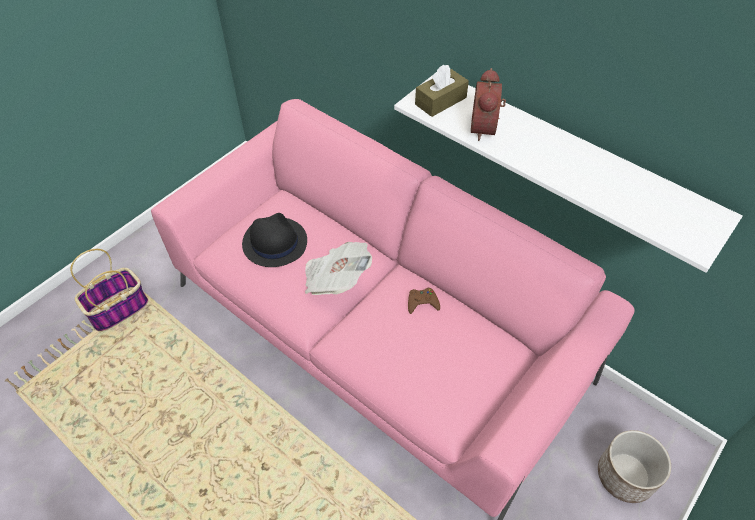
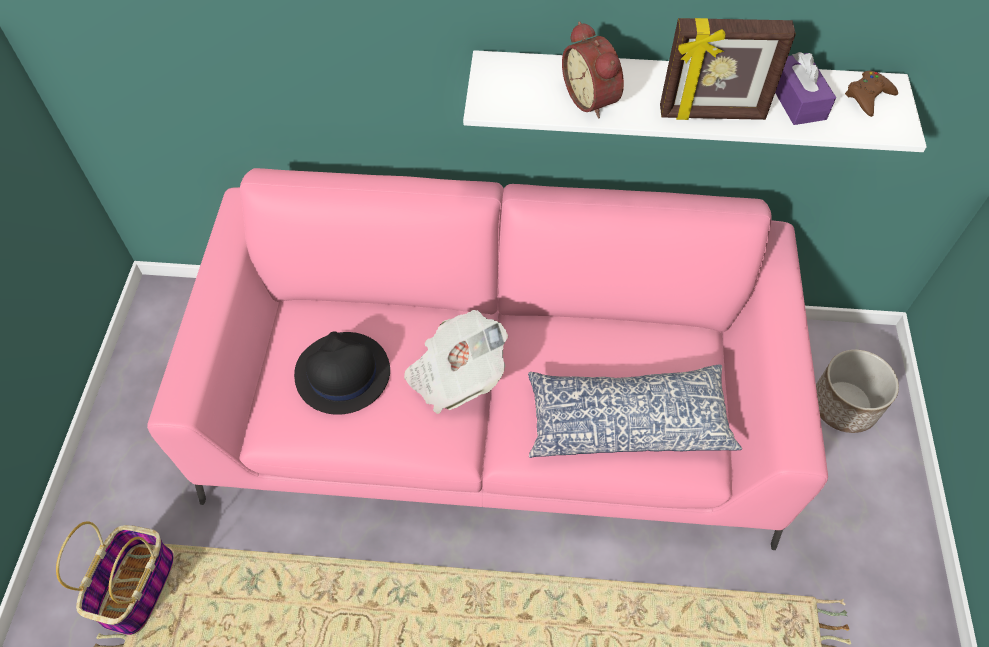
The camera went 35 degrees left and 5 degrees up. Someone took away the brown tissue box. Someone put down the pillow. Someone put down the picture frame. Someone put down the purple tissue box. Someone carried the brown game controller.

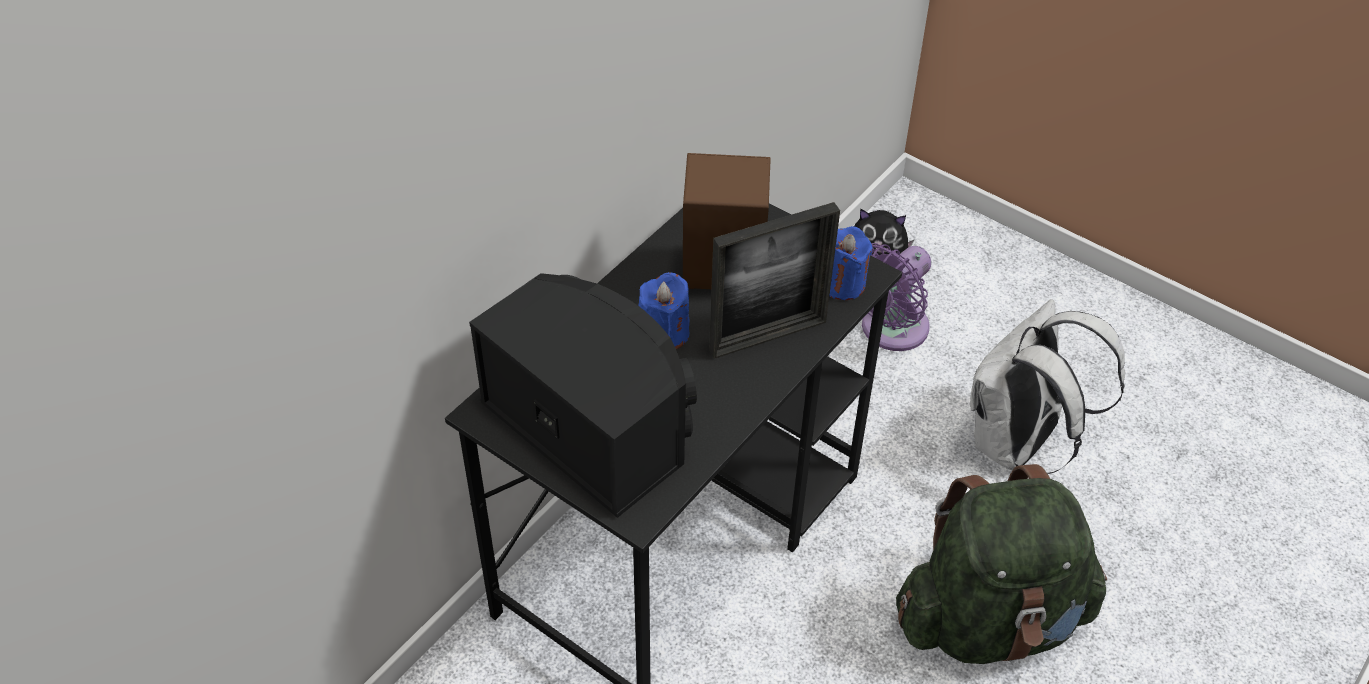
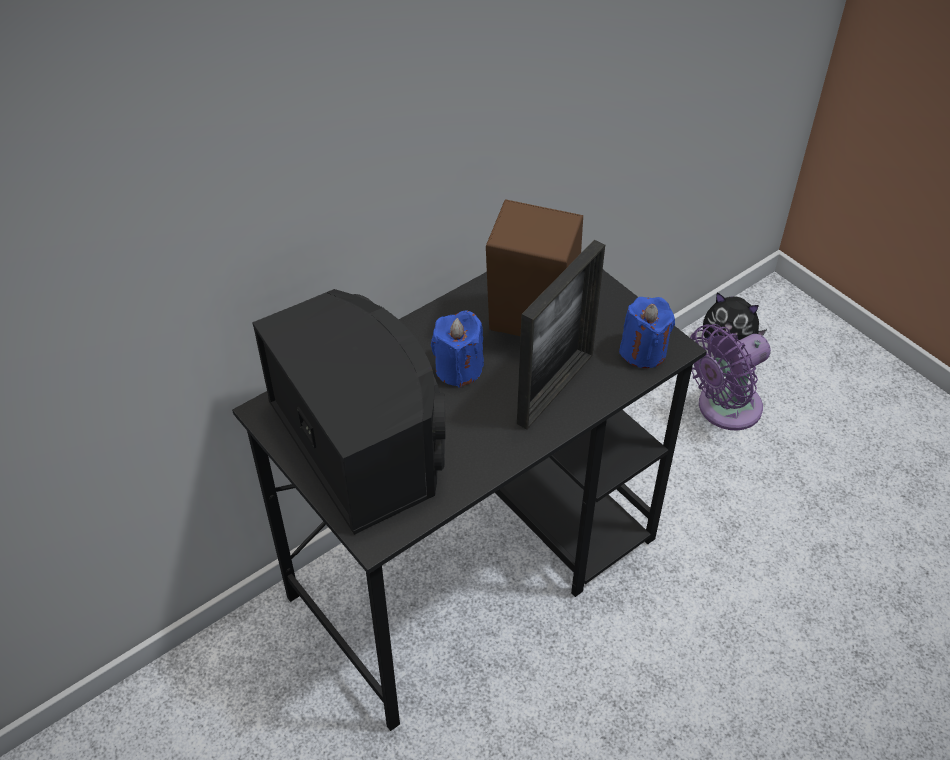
The camera went 15 degrees right and 0 degrees up. Someone took away the green backpack. Someone took away the white backpack. Someone rotated the picture frame by 45 degrees counterclockwise.

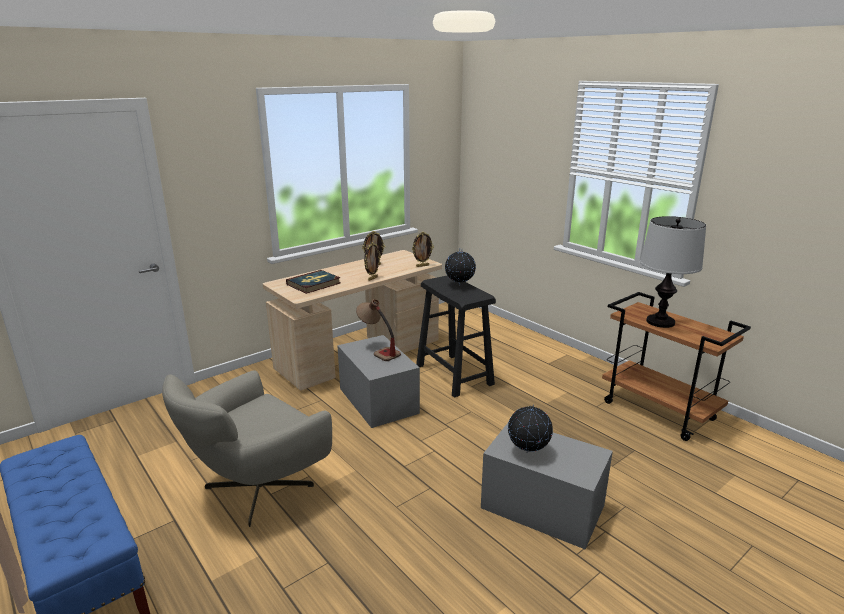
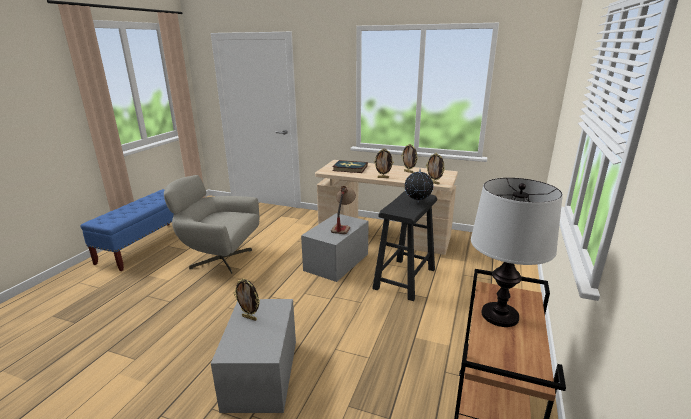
The camera went 60 degrees right and 0 degrees up. Someone swapped the globe (2nd from left) for the picture frame (1st from left).

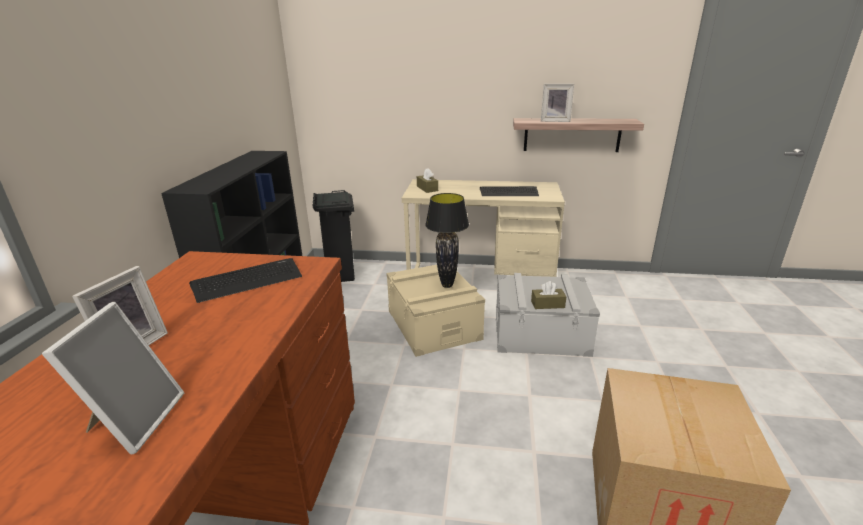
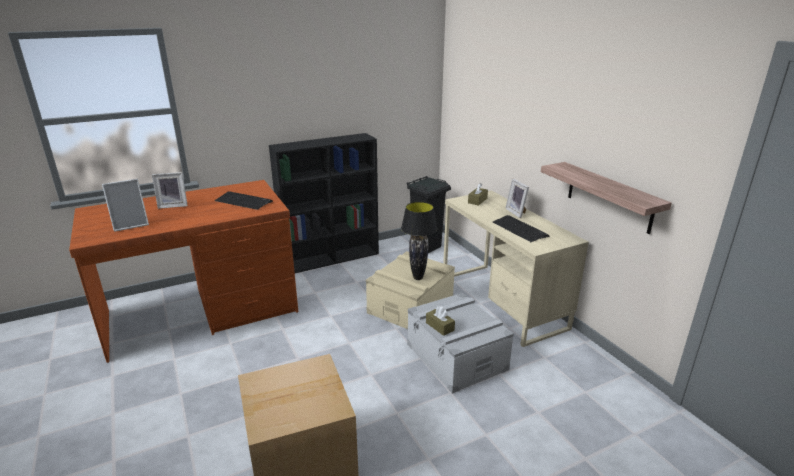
The camera went 55 degrees right and 0 degrees up. Someone carried the picture frame (3rd from left).

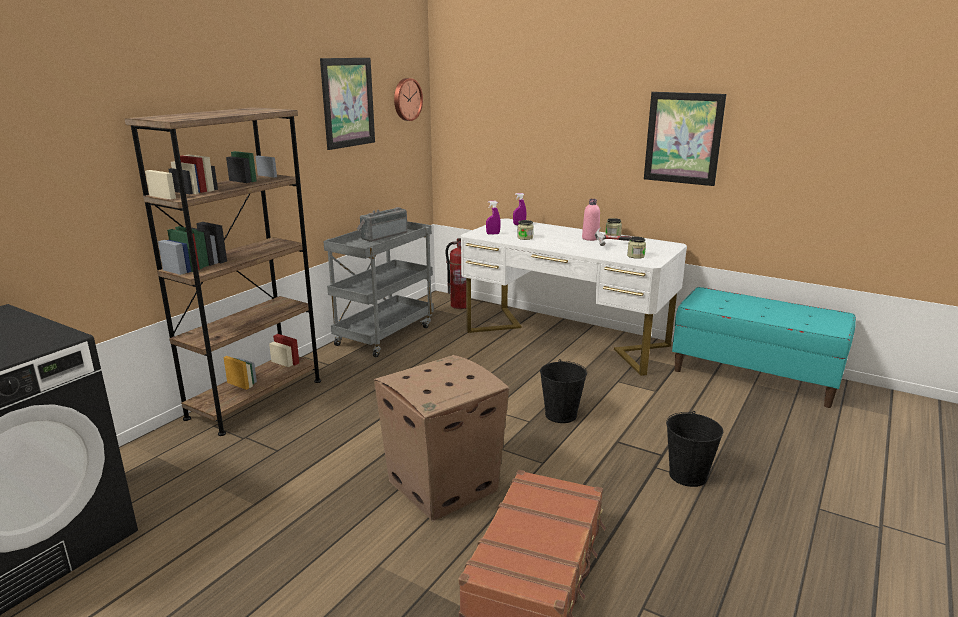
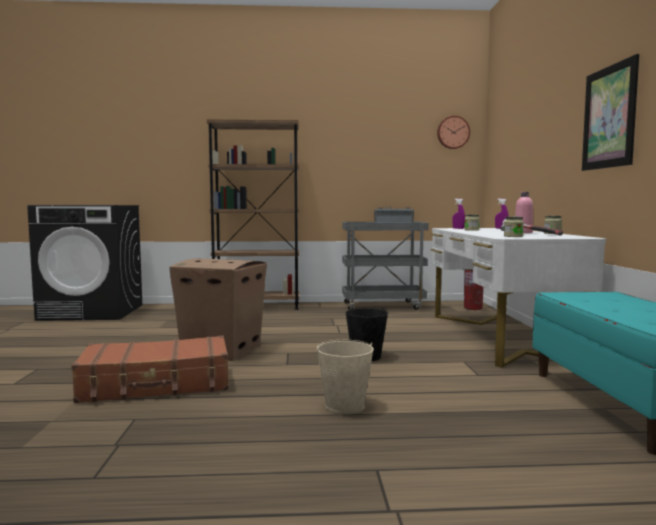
The camera went 55 degrees right and 15 degrees down. Someone took away the picture (1st from left). Someone repainted the black bucket (2nd from left), which became the beige bucket.

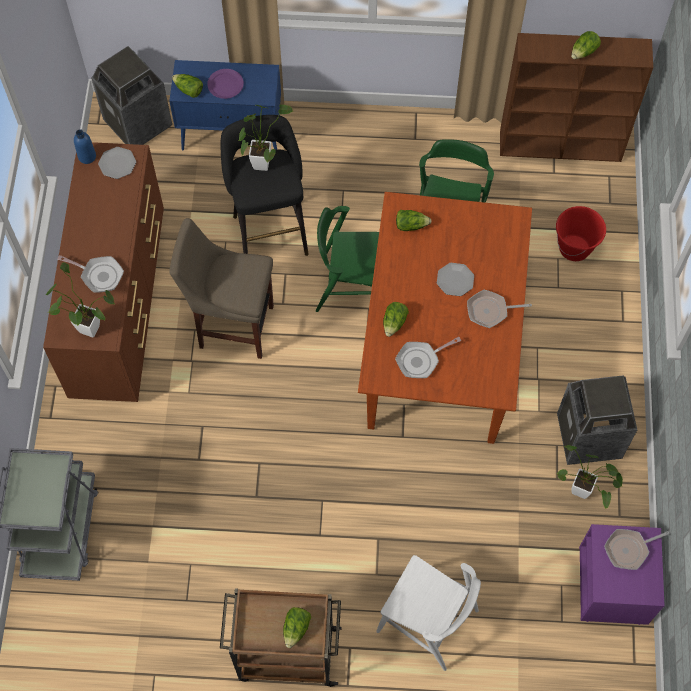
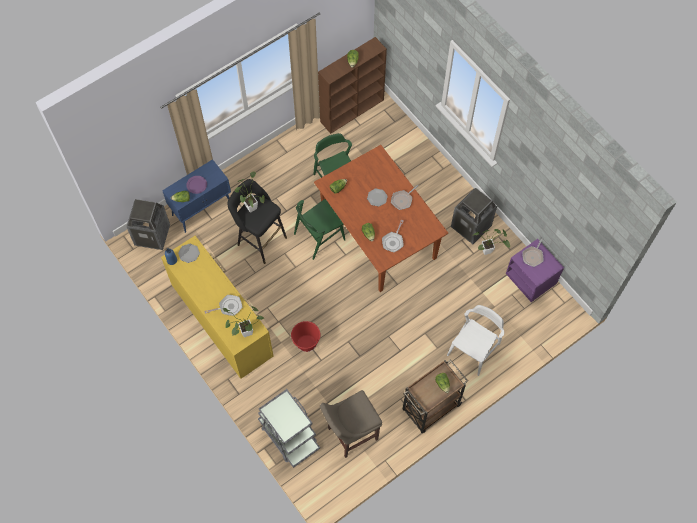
The camera went 40 degrees left and 0 degrees up. Someone carried the beige stool. Someone carried the red bucket. Someone repainted the brown dresser, which became the yellow dresser. Someone rotated the white chair by 45 degrees counterclockwise.

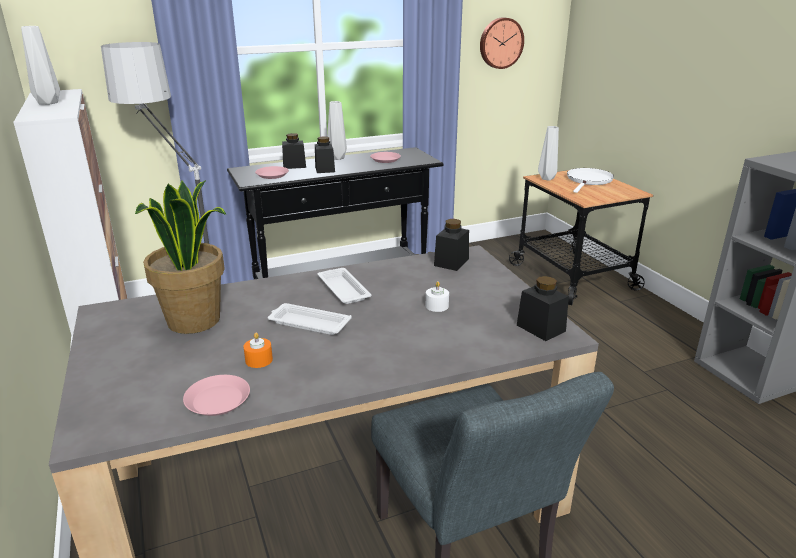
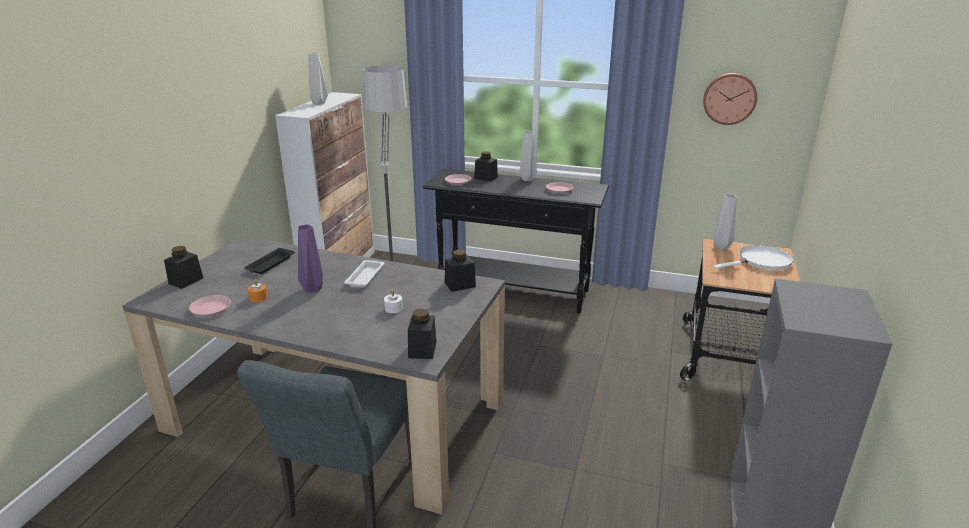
The camera went 40 degrees right and 0 degrees up. Someone carried the black jar (2nd from left in the first image). Someone swapped the potted plant for the black tray. Someone swapped the white tray (1st from left) for the purple vase.

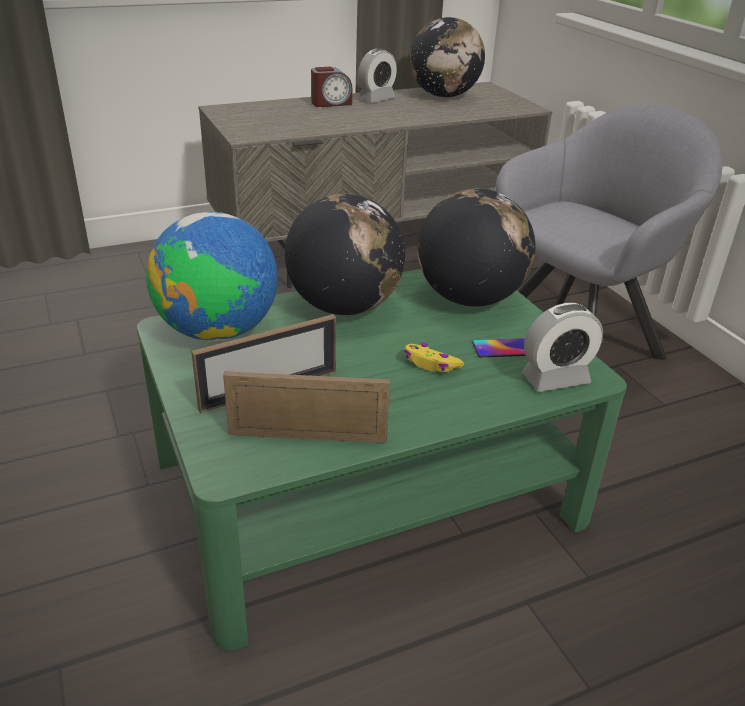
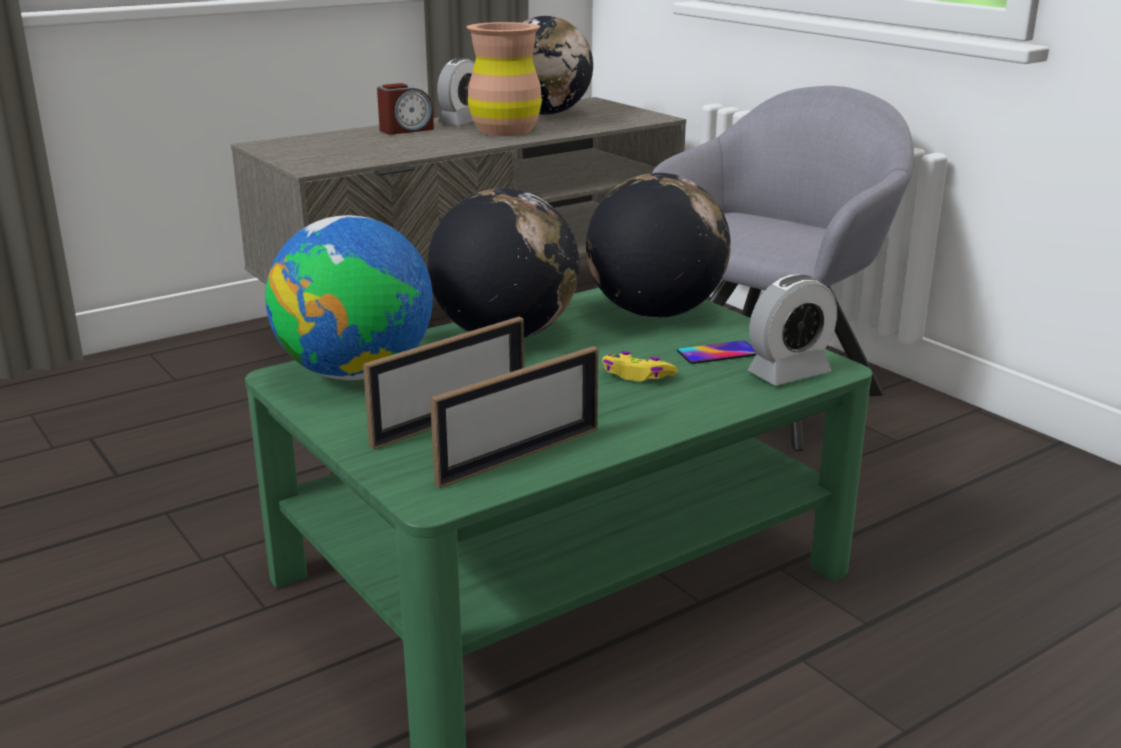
The camera went 10 degrees left and 10 degrees down. Someone put down the brown vase. Someone rotated the picture frame (2nd from left) by 150 degrees clockwise.

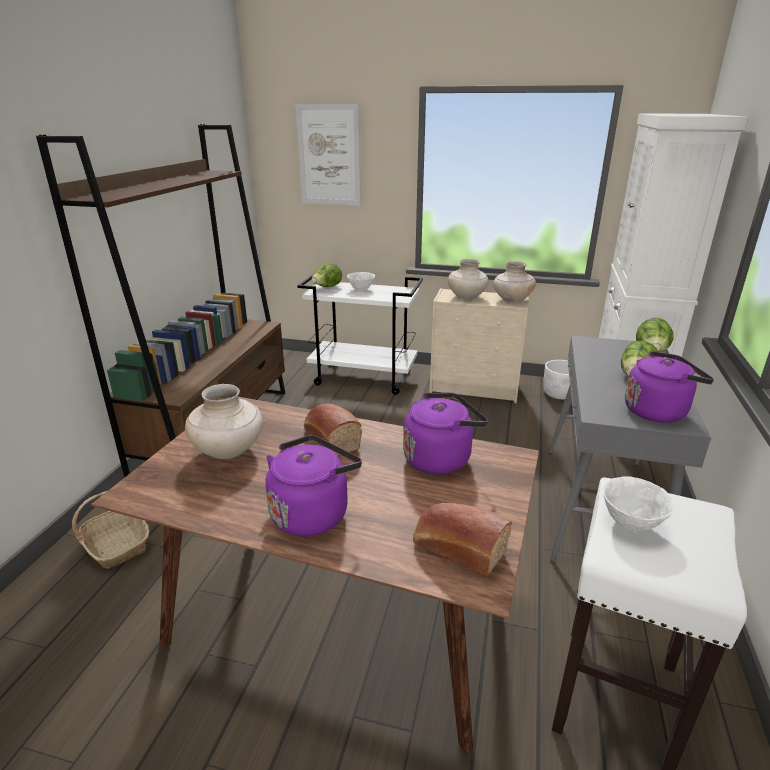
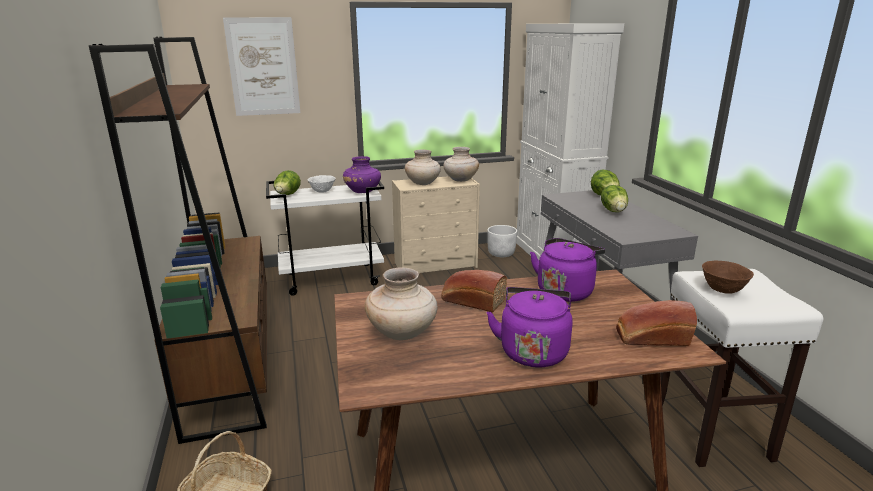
The camera went 30 degrees left and 5 degrees down. Someone took away the purple kettle (3rd from left). Someone put down the purple vase. Someone repainted the white bowl (2nd from left), which became the brown bowl.

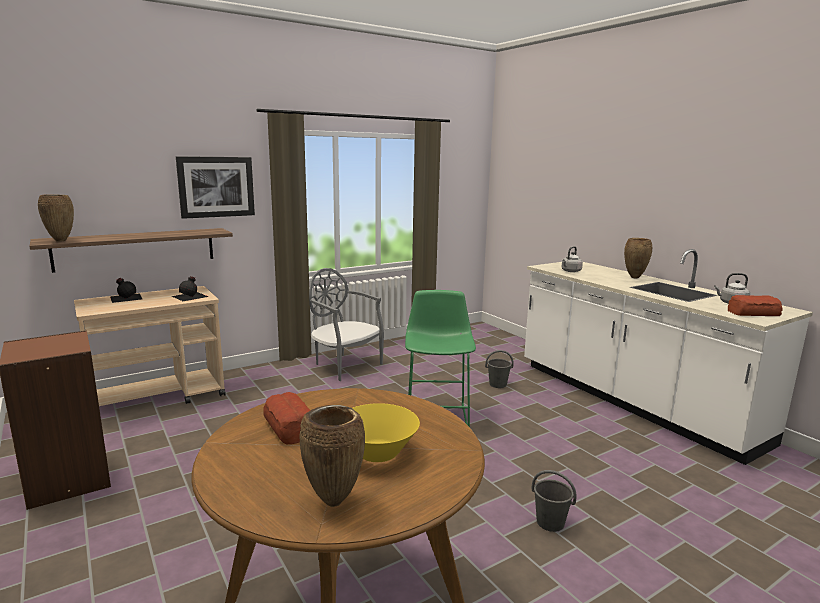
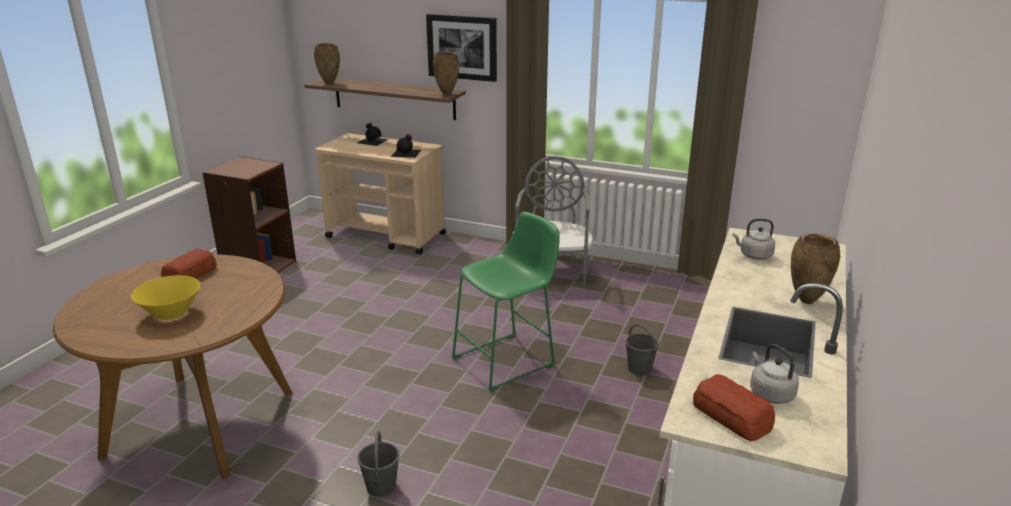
The camera went 55 degrees right and 10 degrees up. Someone carried the brown vase (2nd from left).

